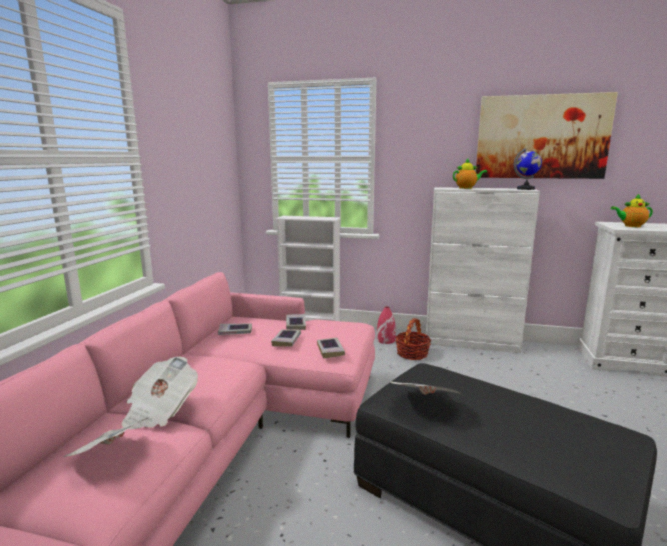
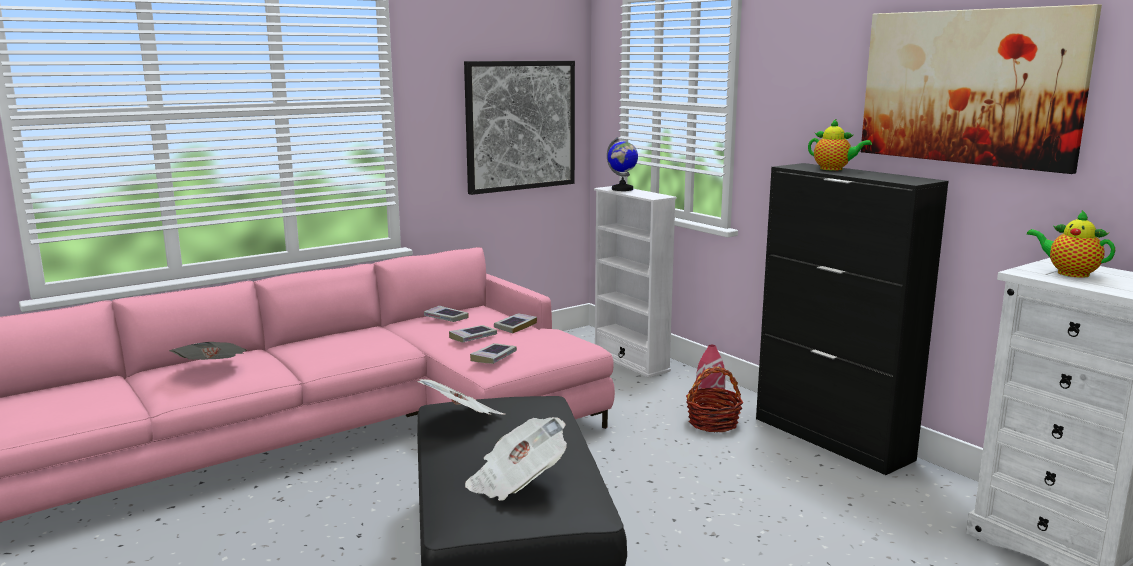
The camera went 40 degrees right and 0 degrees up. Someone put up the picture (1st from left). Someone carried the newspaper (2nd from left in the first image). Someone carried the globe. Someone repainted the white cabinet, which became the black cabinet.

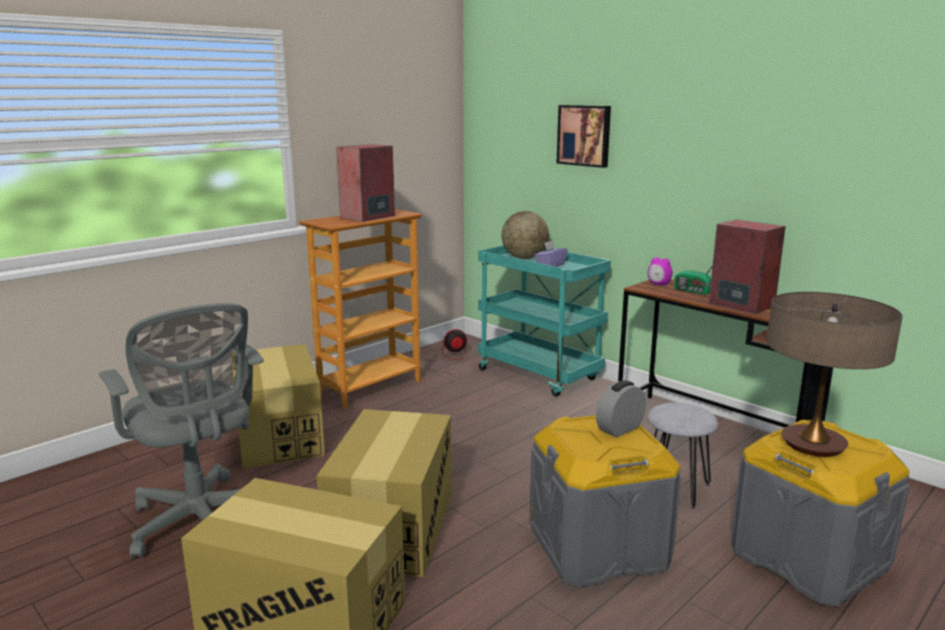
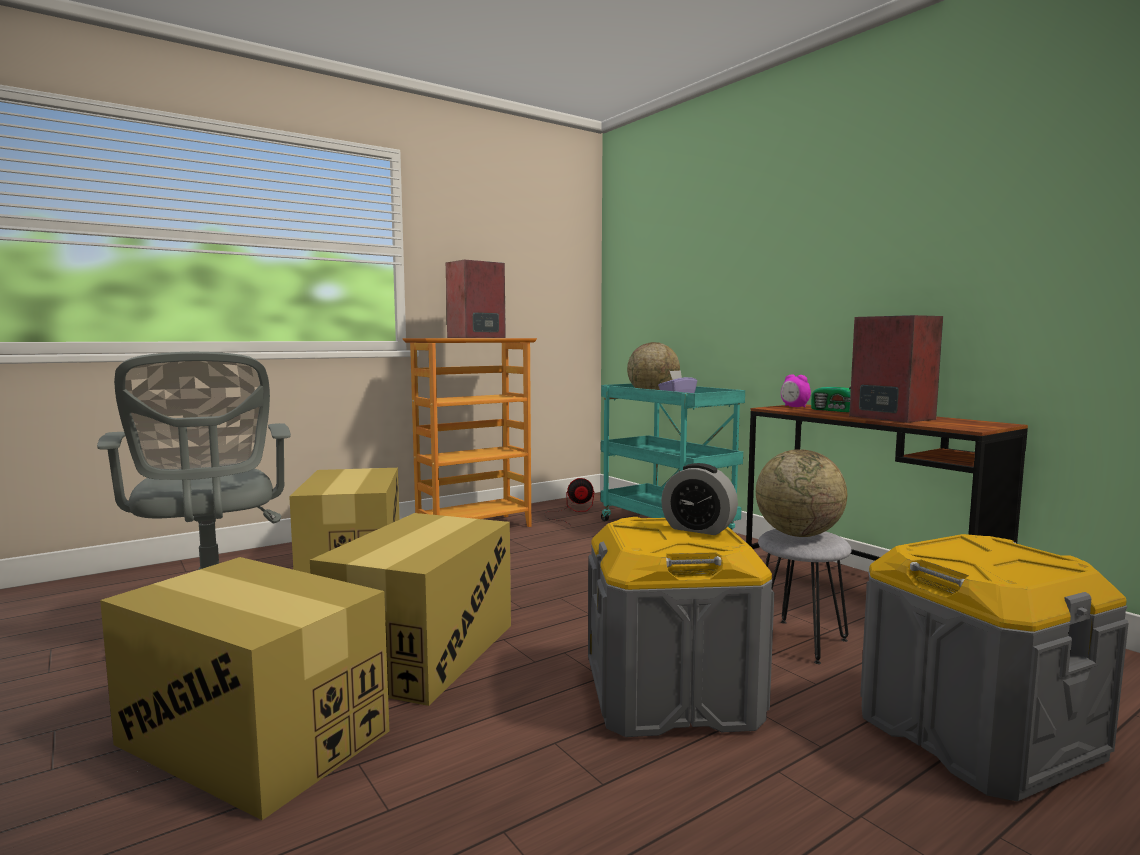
The camera went 10 degrees right and 10 degrees down. Someone took away the picture. Someone took away the table lamp. Someone put down the globe (2nd from left). Someone rotated the alarm clock (1st from left) by 120 degrees counterclockwise.

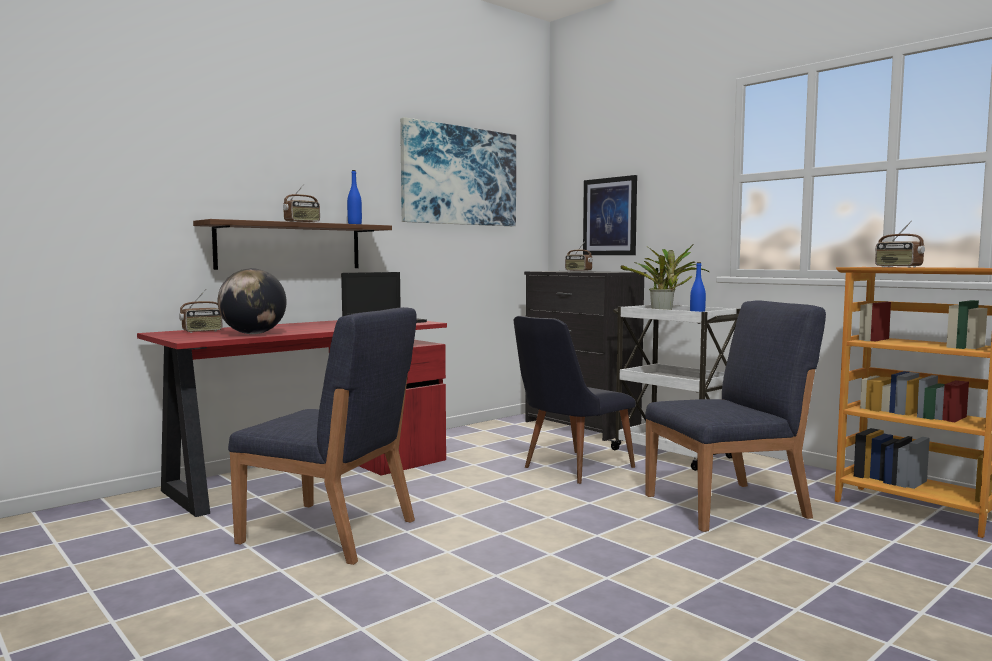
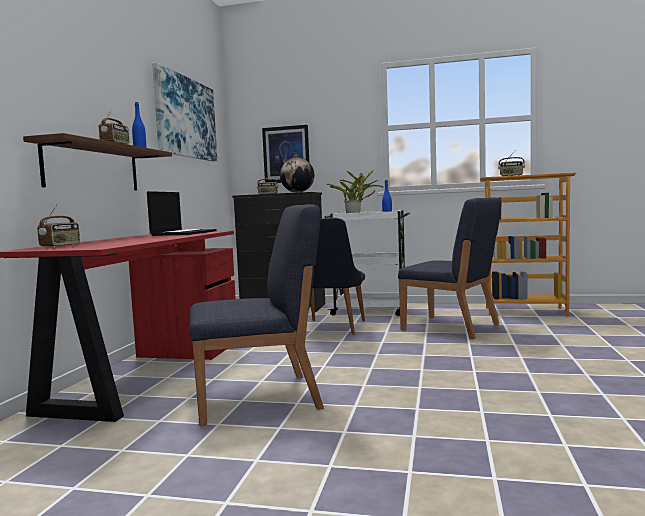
The camera went 35 degrees left and 0 degrees up. Someone carried the globe. Someone rotated the blue chair (2nd from left) by 90 degrees clockwise.

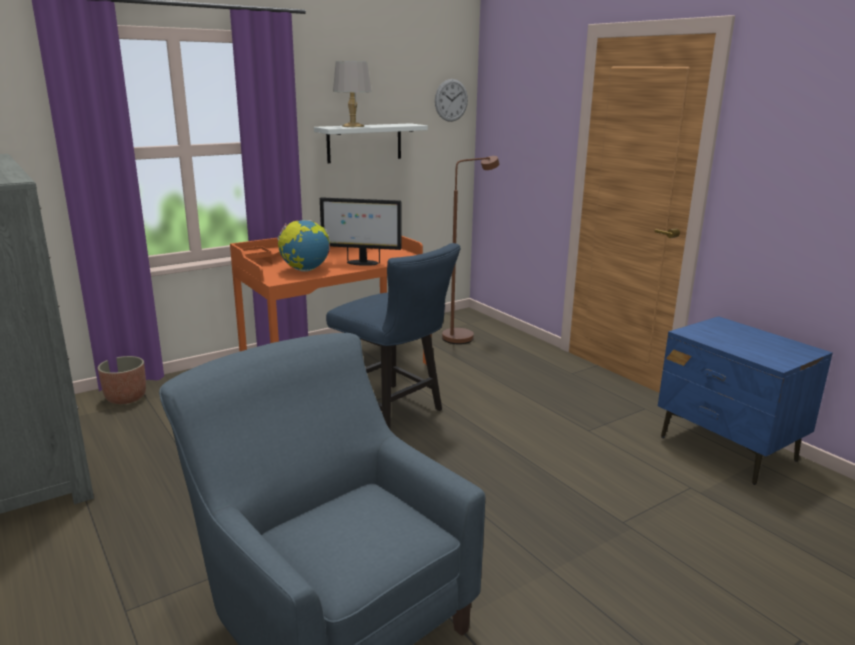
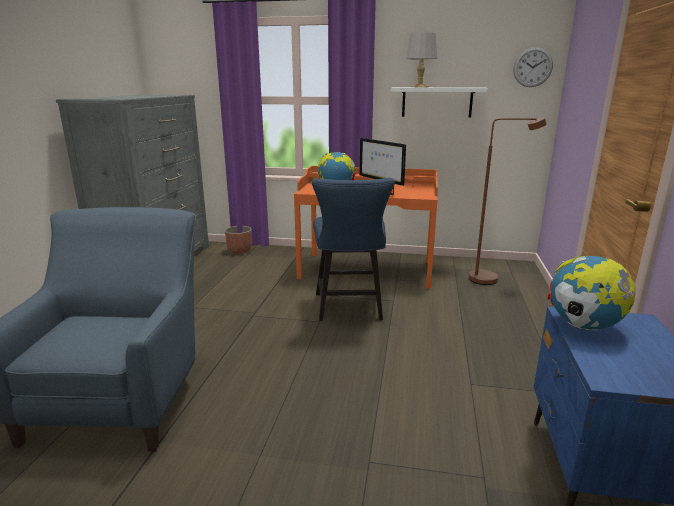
The camera went 45 degrees right and 0 degrees up. Someone put down the globe (2nd from left).

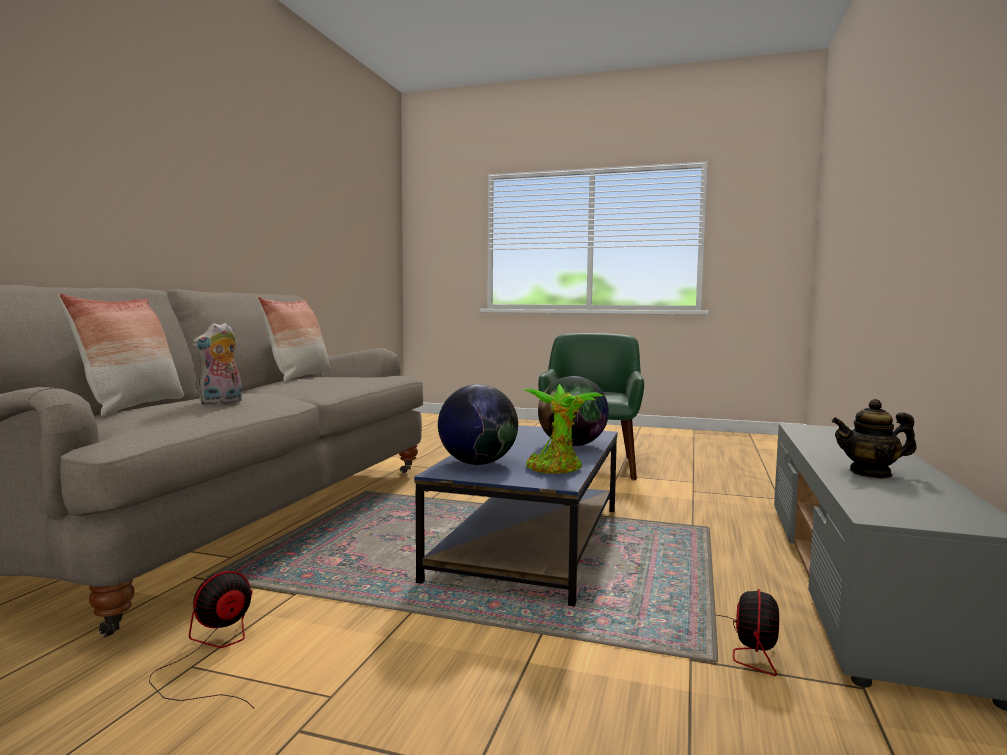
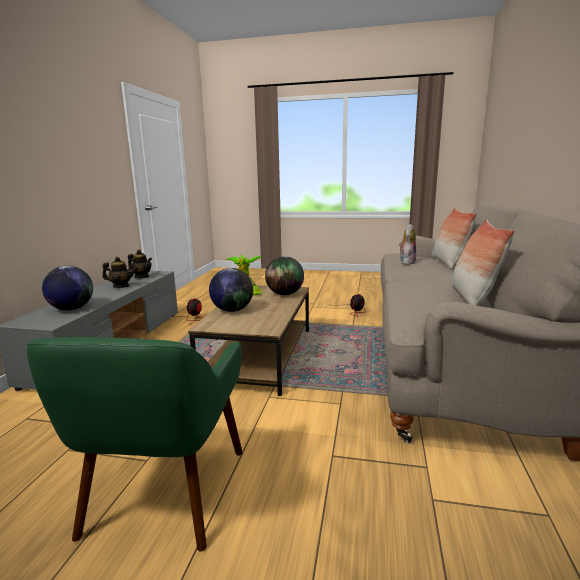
The camera went 175 degrees right and 10 degrees up. Someone put down the globe (1st from left). Someone put down the teapot (2nd from left). Someone repainted the blue coffee table, which became the brown coffee table.

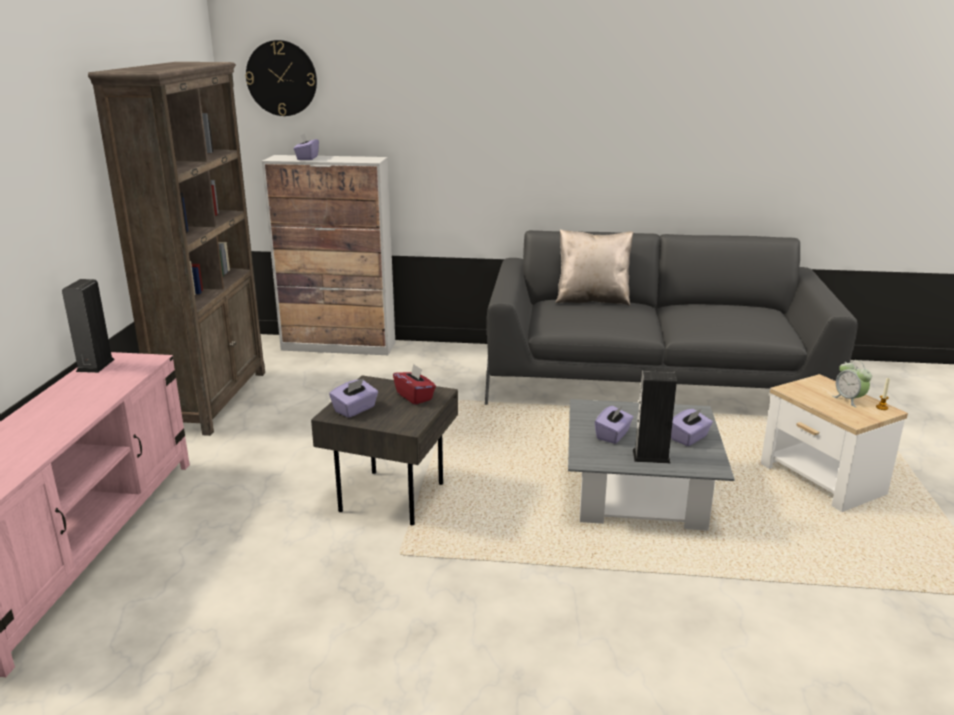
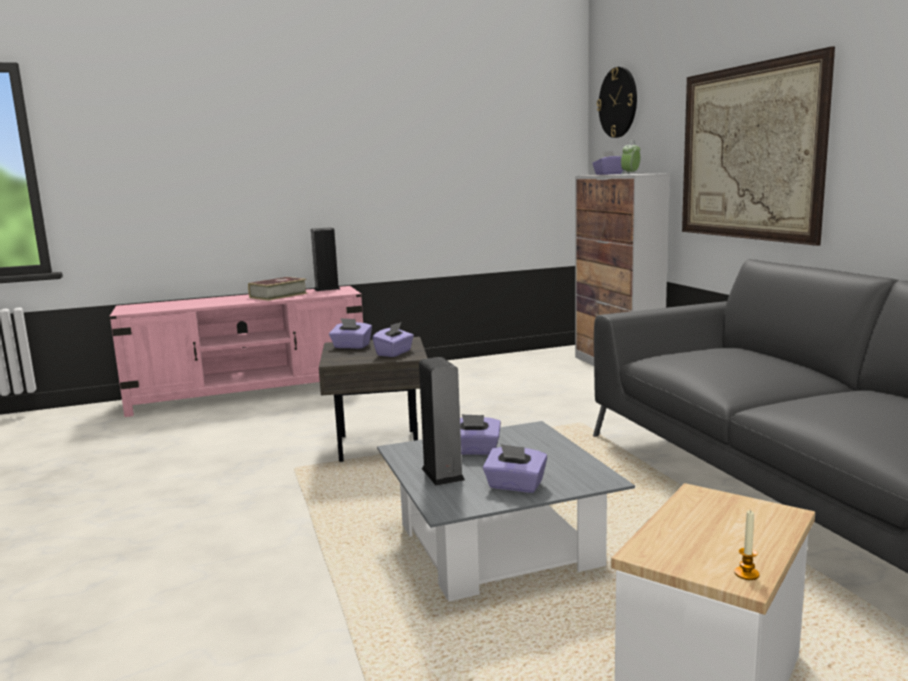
The camera went 65 degrees right and 10 degrees down. Someone took away the brown bookcase. Someone took away the beige pillow. Someone put down the book. Someone put up the picture. Someone carried the alarm clock. Someone repainted the red tissue box, which became the purple tissue box (2nd from left).

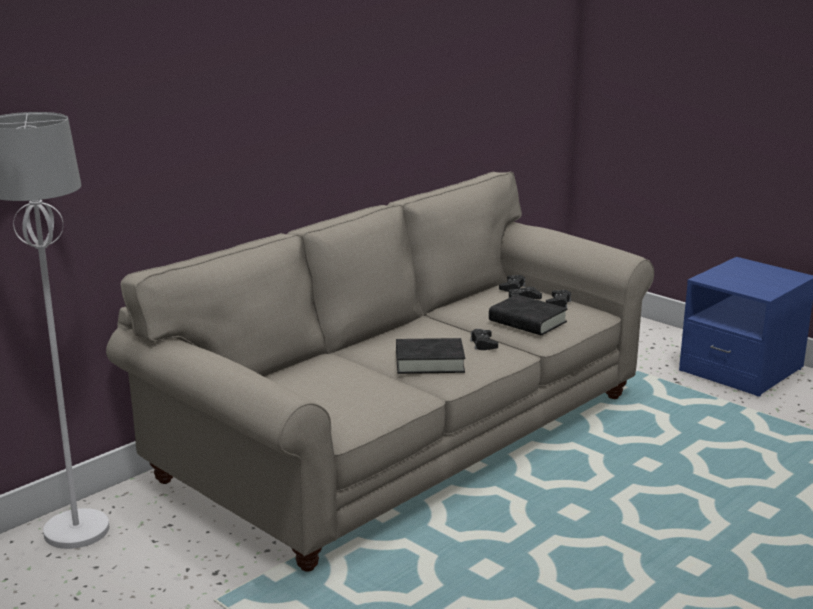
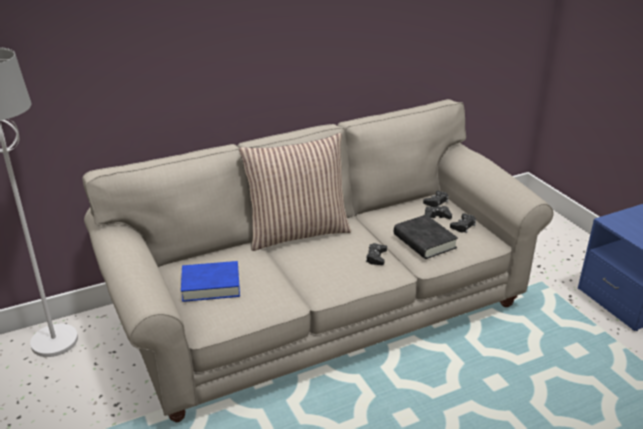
The camera went 20 degrees right and 10 degrees up. Someone took away the black book (1st from left). Someone put down the blue book. Someone put down the pillow.

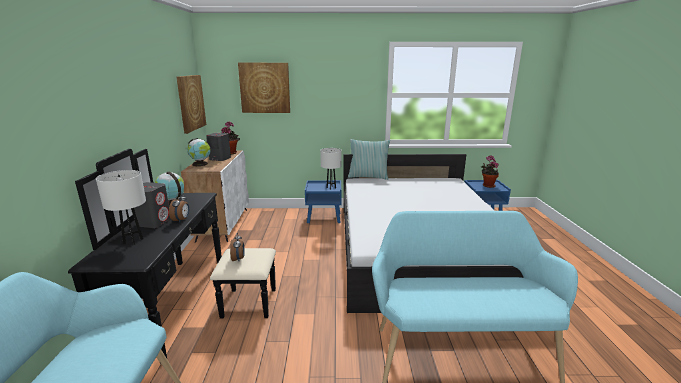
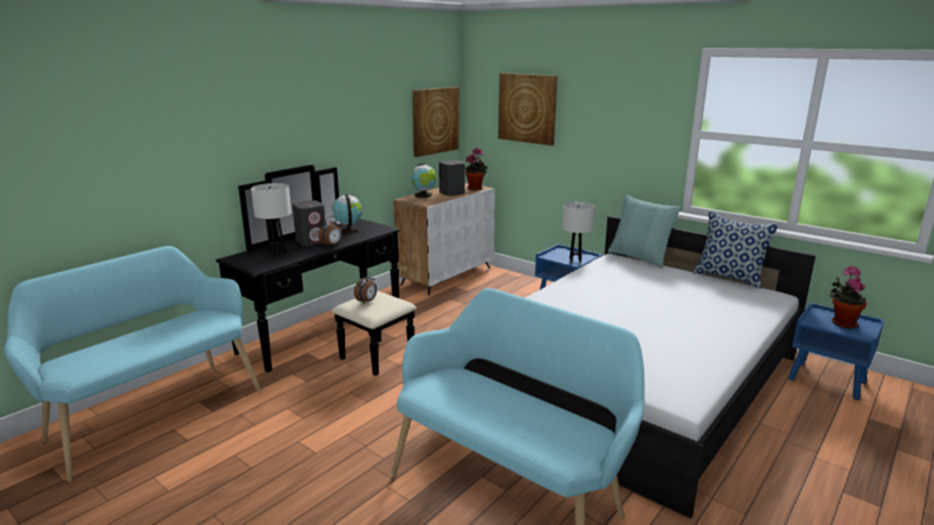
The camera went 40 degrees right and 0 degrees up. Someone put down the pillow (2nd from left).

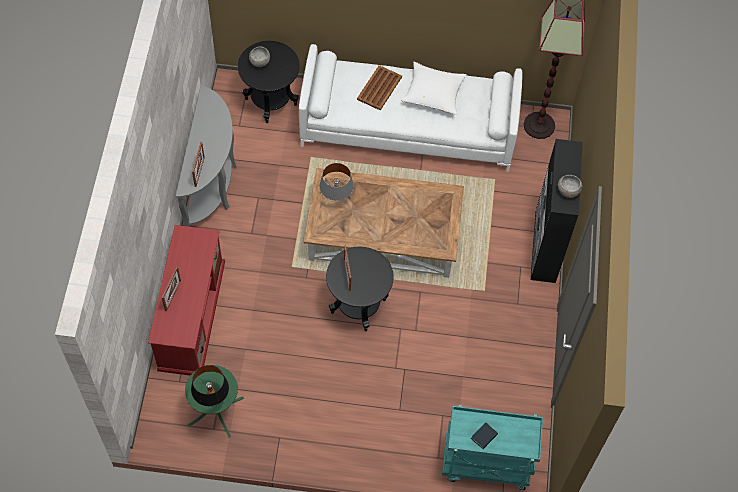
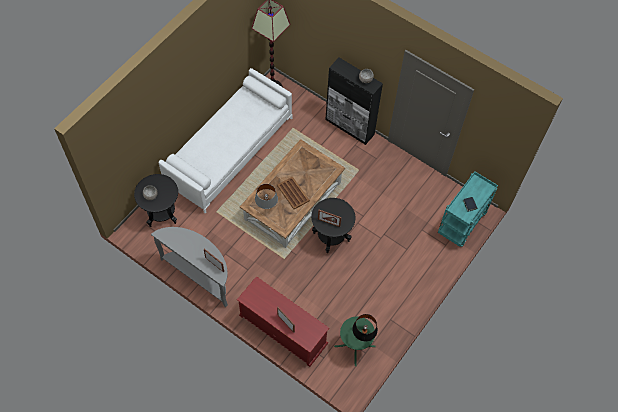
The camera went 60 degrees left and 0 degrees up. Someone took away the white pillow. Someone carried the brown tray.

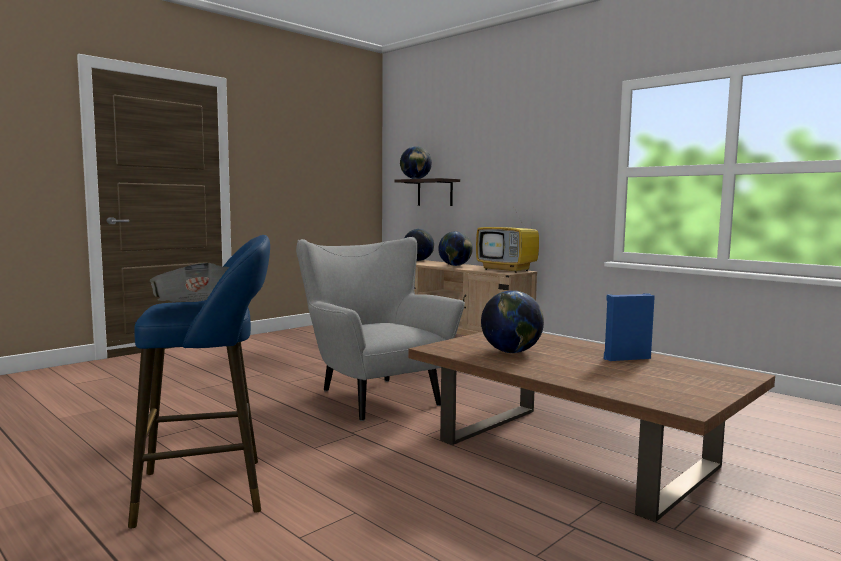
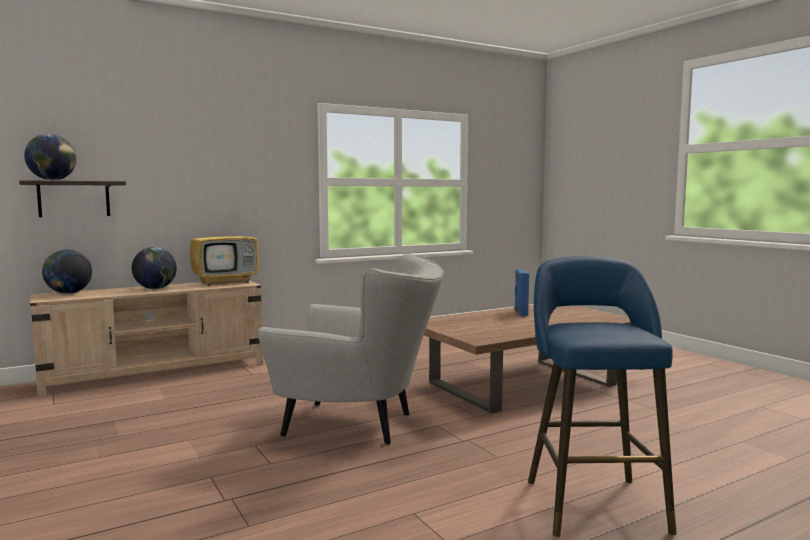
The camera went 75 degrees left and 0 degrees up. Someone took away the newspaper. Someone took away the globe (4th from left). Someone rotated the grey armchair by 150 degrees counterclockwise.

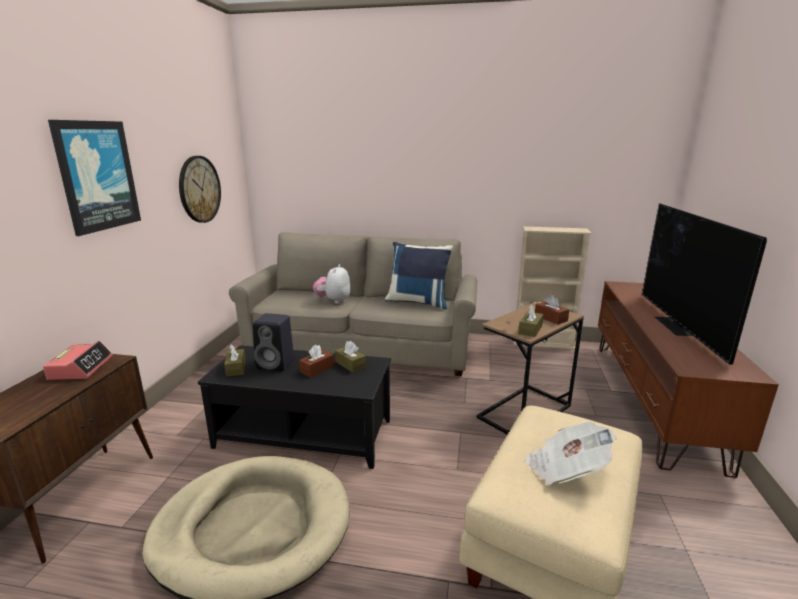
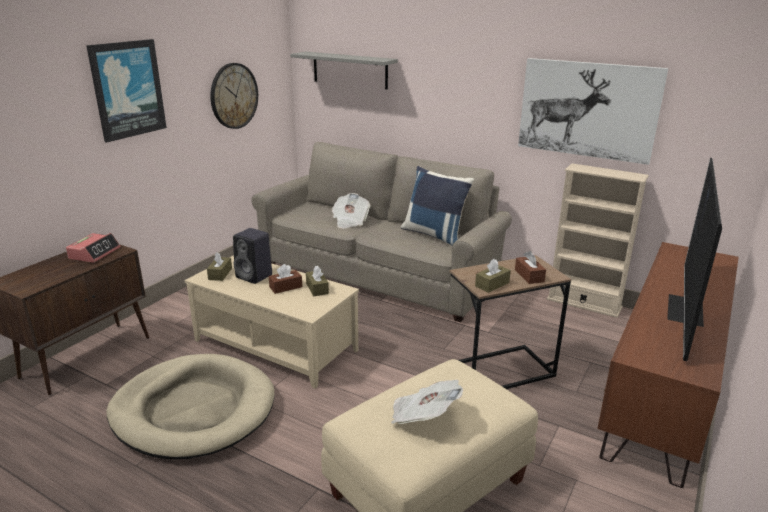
The camera went 20 degrees right and 5 degrees up. Someone put up the grey shelf. Someone put up the picture (2nd from left). Someone swapped the plush toy for the newspaper (1st from left). Someone repainted the black coffee table, which became the beige coffee table.

